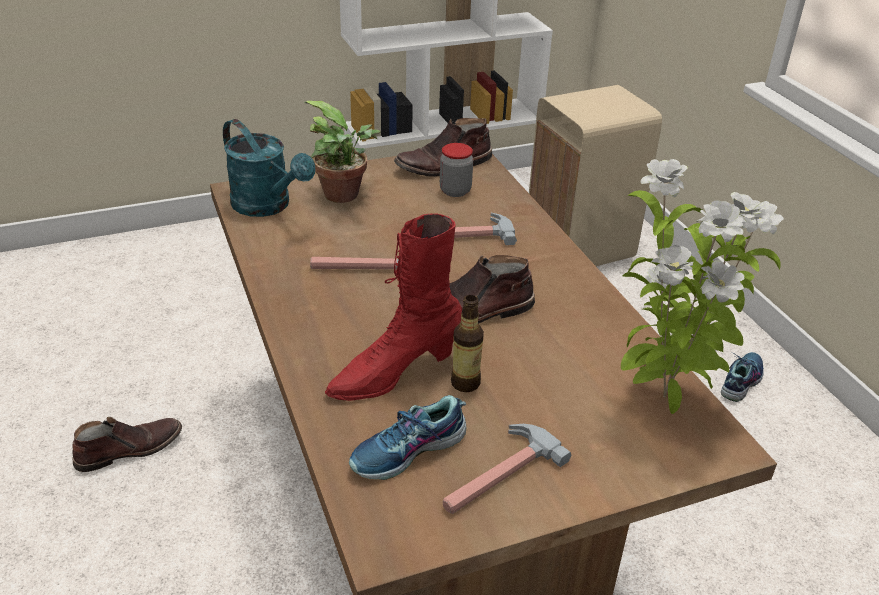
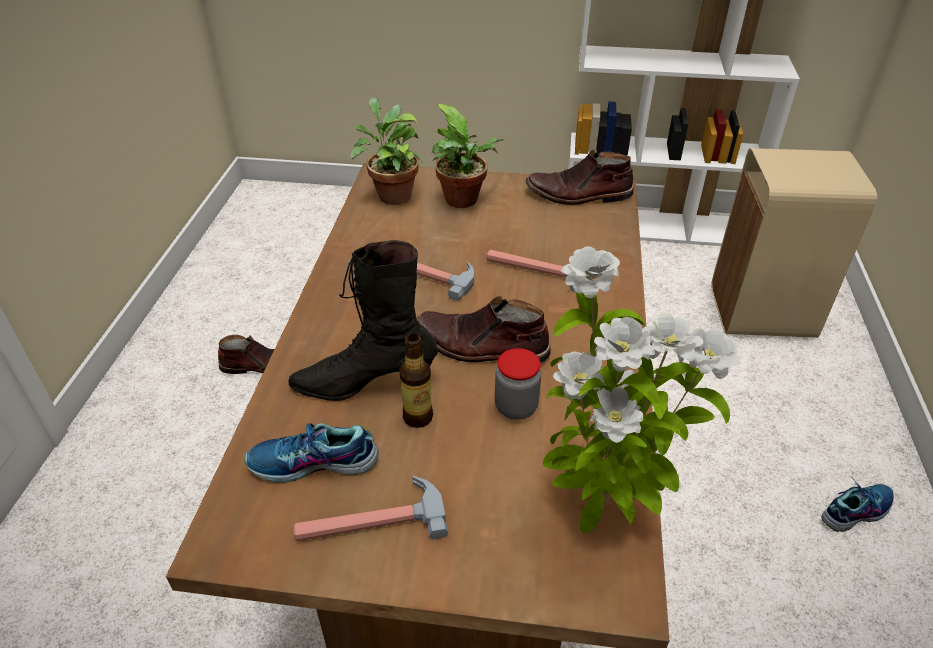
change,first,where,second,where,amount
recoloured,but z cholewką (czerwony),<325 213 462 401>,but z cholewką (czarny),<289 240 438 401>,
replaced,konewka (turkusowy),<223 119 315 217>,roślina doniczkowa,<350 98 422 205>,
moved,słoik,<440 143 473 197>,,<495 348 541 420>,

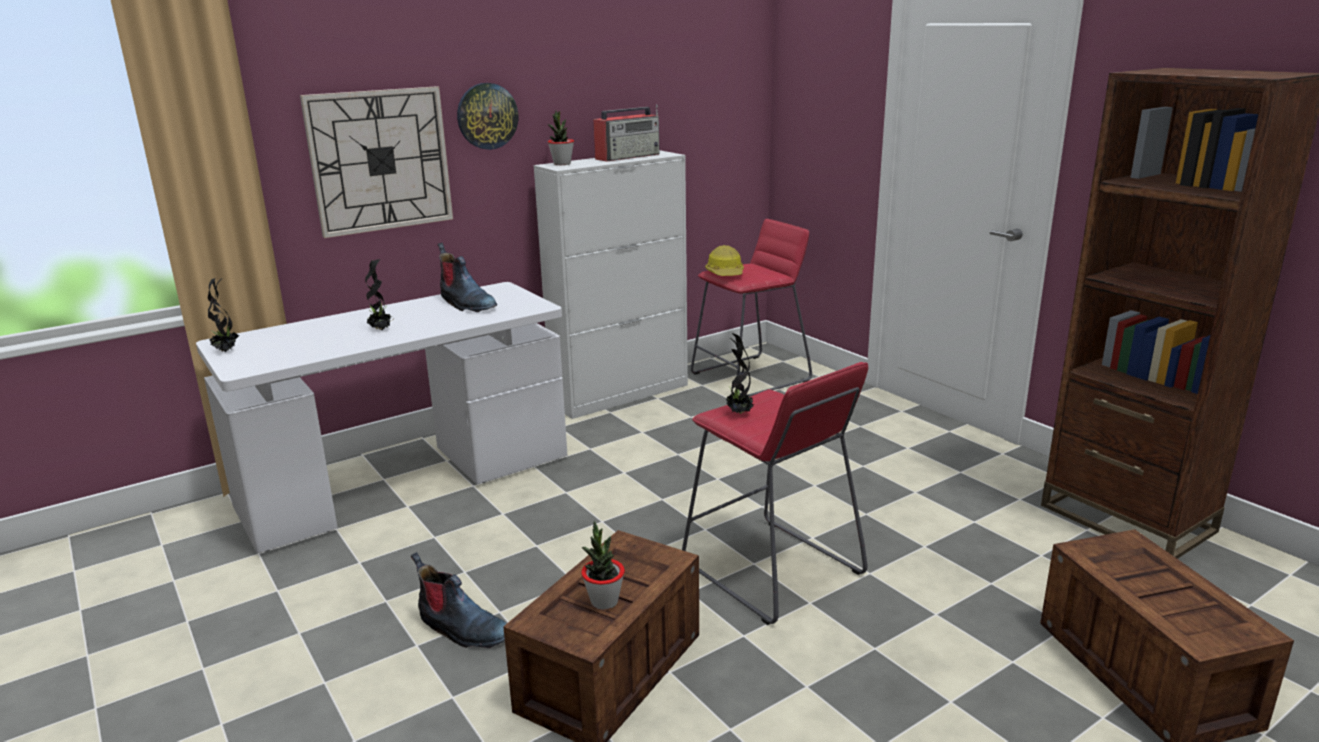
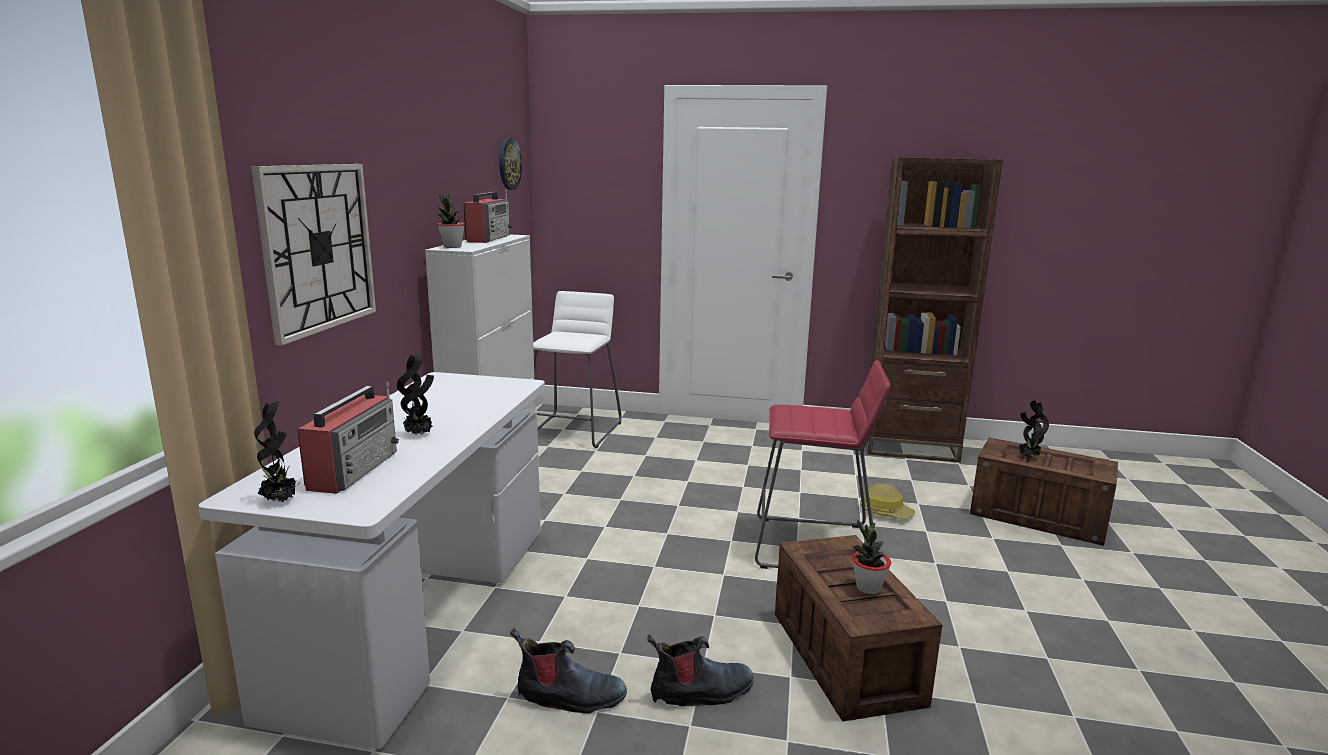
change,first,where,second,where,amount
added,,,radio,<298 382 399 494>,
moved,zegar ścienny,<457 83 518 150>,,<499 138 522 190>,
moved,but z cholewką,<438 243 497 312>,,<510 628 627 714>,
recoloured,stołek (czerwony),<691 219 812 397>,stołek (biały),<533 291 622 448>,
moved,kask,<705 245 744 276>,,<860 483 916 519>,
moved,roślina doniczkowa,<723 333 754 414>,,<1019 400 1049 457>,

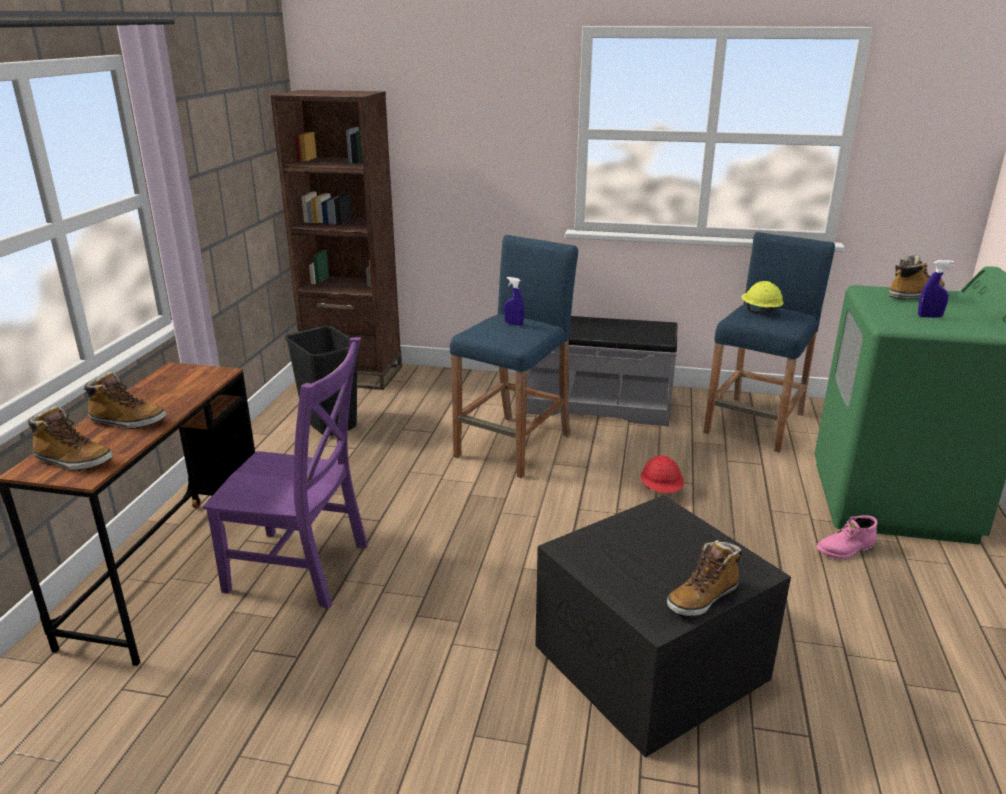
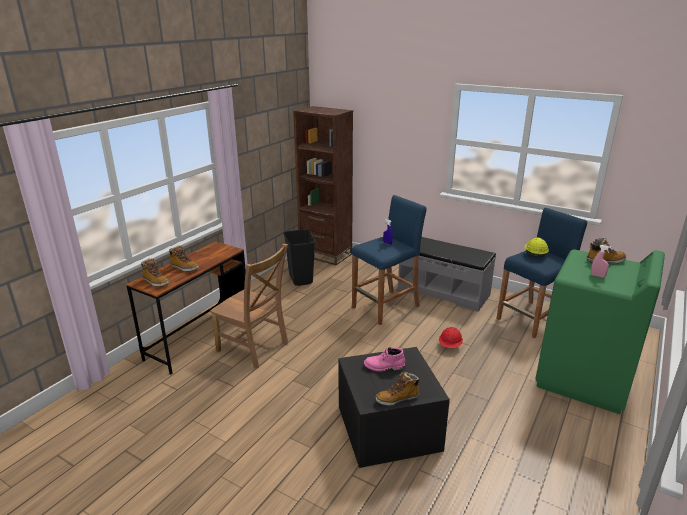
change,first,where,second,where,amount
recoloured,krzesło (fioletowy),<203 337 367 609>,krzesło (brązowy),<210 244 288 369>,
moved,but z cholewką (różowy),<817 515 878 559>,,<364 347 405 371>,
recoloured,spryskiwacz (niebieski),<918 260 954 318>,spryskiwacz (różowy),<591 245 611 277>,

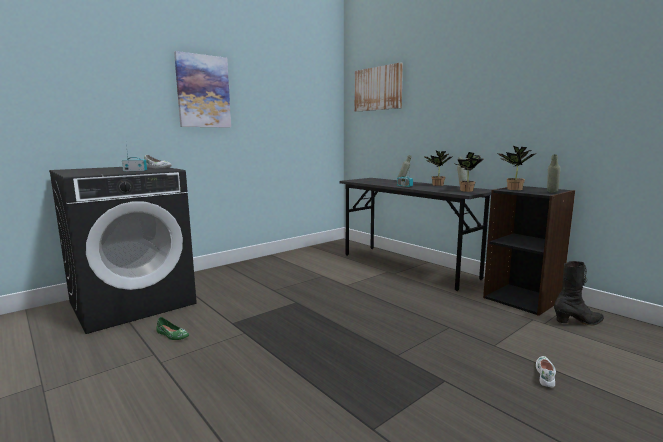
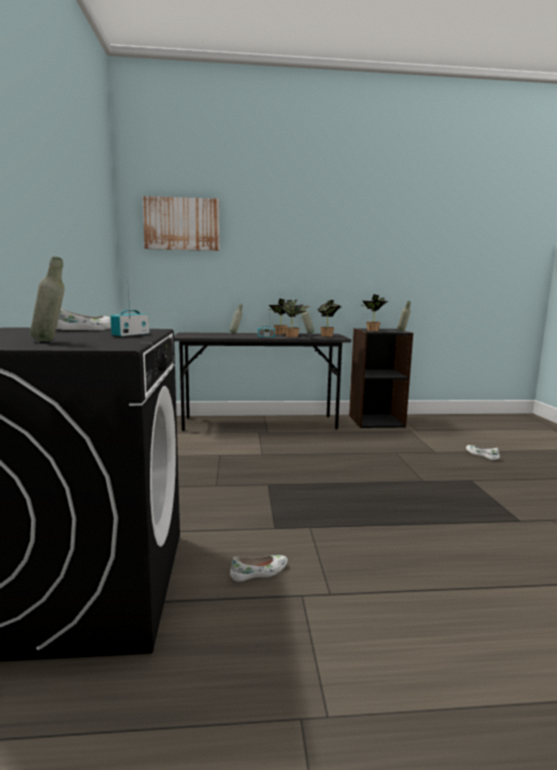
change,first,where,second,where,amount
added,,,butelka (szary),<30 256 65 342>,
recoloured,but (zielony),<156 317 189 340>,but (biały),<230 555 288 582>,
added,,,roślina doniczkowa,<278 299 310 338>,
removed,obraz,<174 51 231 127>,,,
removed,but z cholewką (czarny),<554 261 604 326>,,,

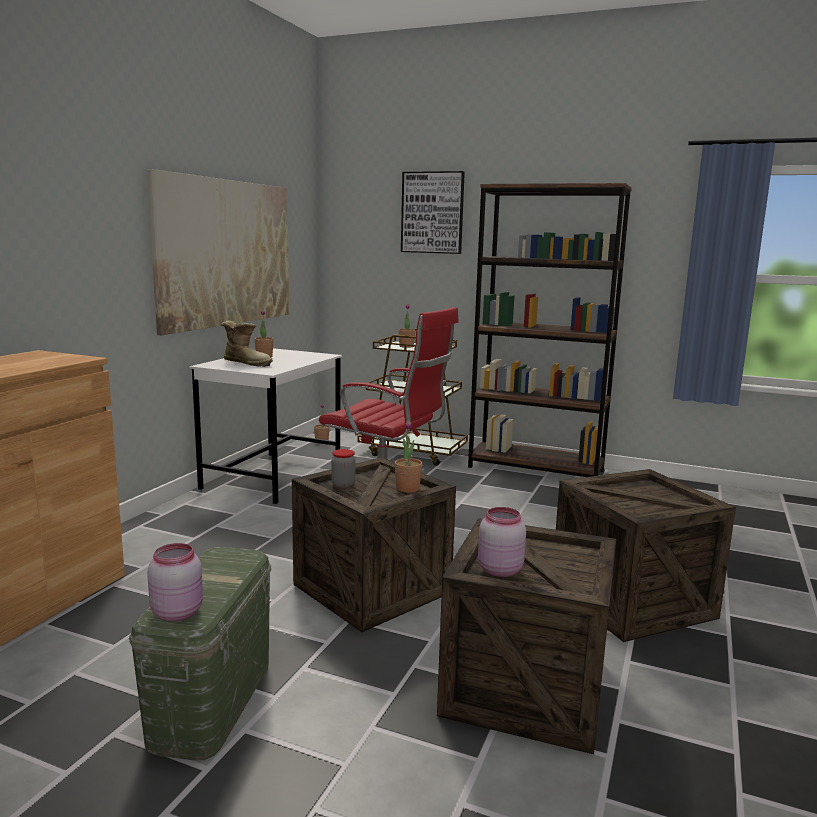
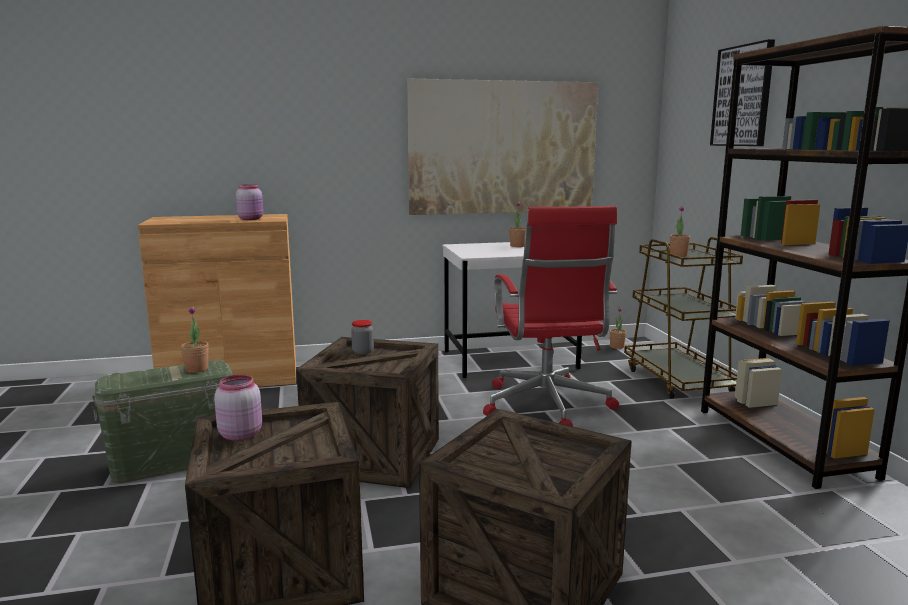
change,first,where,second,where,amount
moved,roślina doniczkowa,<394 421 423 493>,,<181 306 209 373>,
moved,słoik (różowy),<147 543 203 622>,,<236 184 263 220>,
removed,but z cholewką,<221 321 273 367>,,,

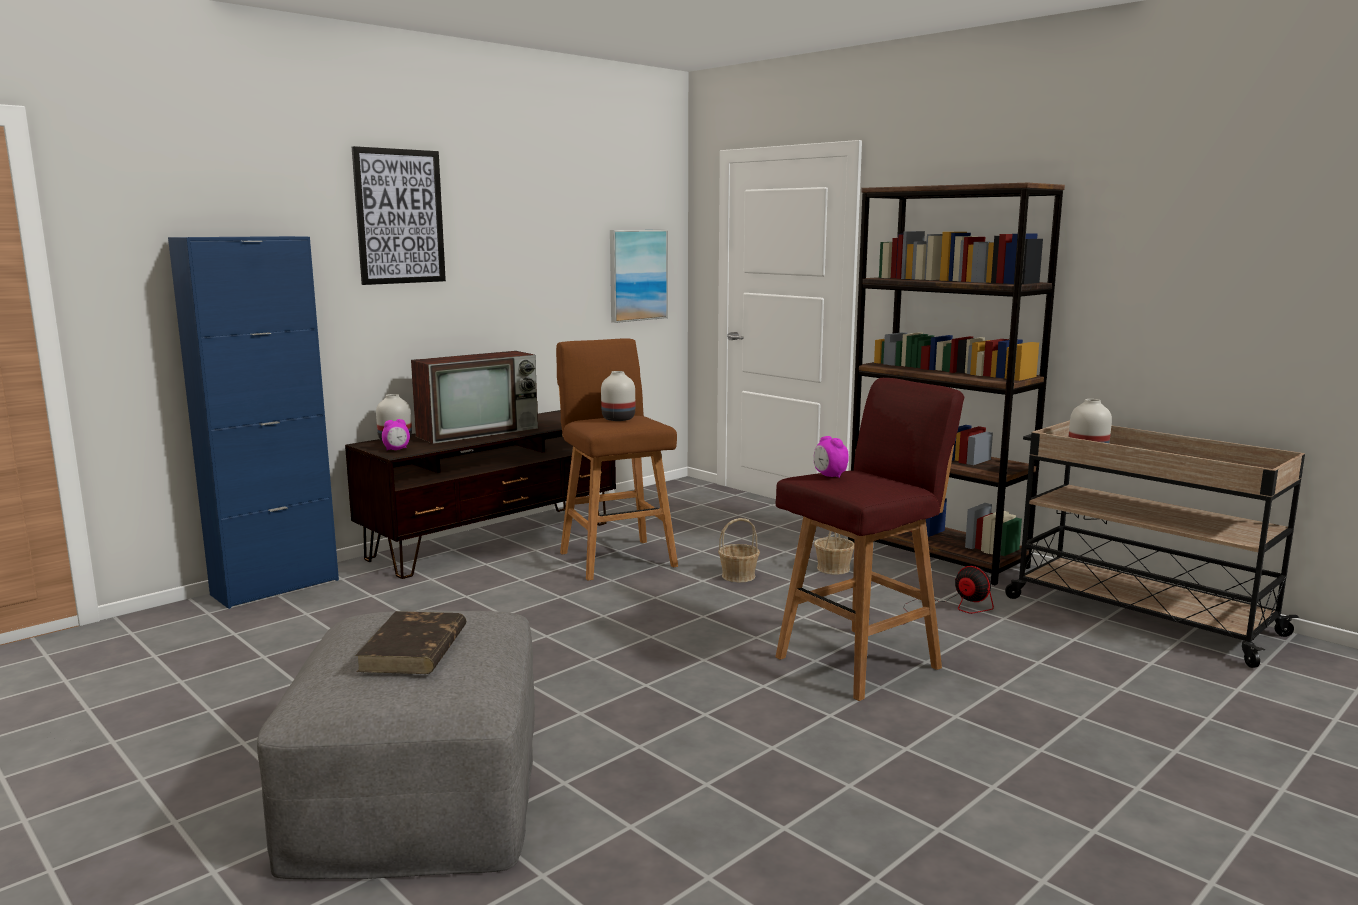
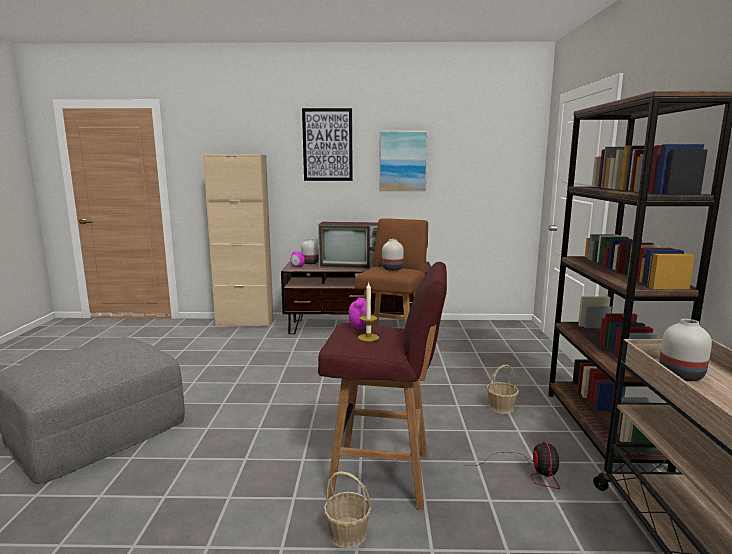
change,first,where,second,where,amount
recoloured,szafka (niebieski),<168 236 339 609>,szafka (beżowy),<203 155 274 327>,
moved,koszyk,<718 518 760 582>,,<324 471 371 548>,
added,,,świeca,<358 282 379 341>,
moved,obraz,<610 230 668 323>,,<379 131 428 191>,
removed,książka (brązowy),<355 611 466 674>,,,

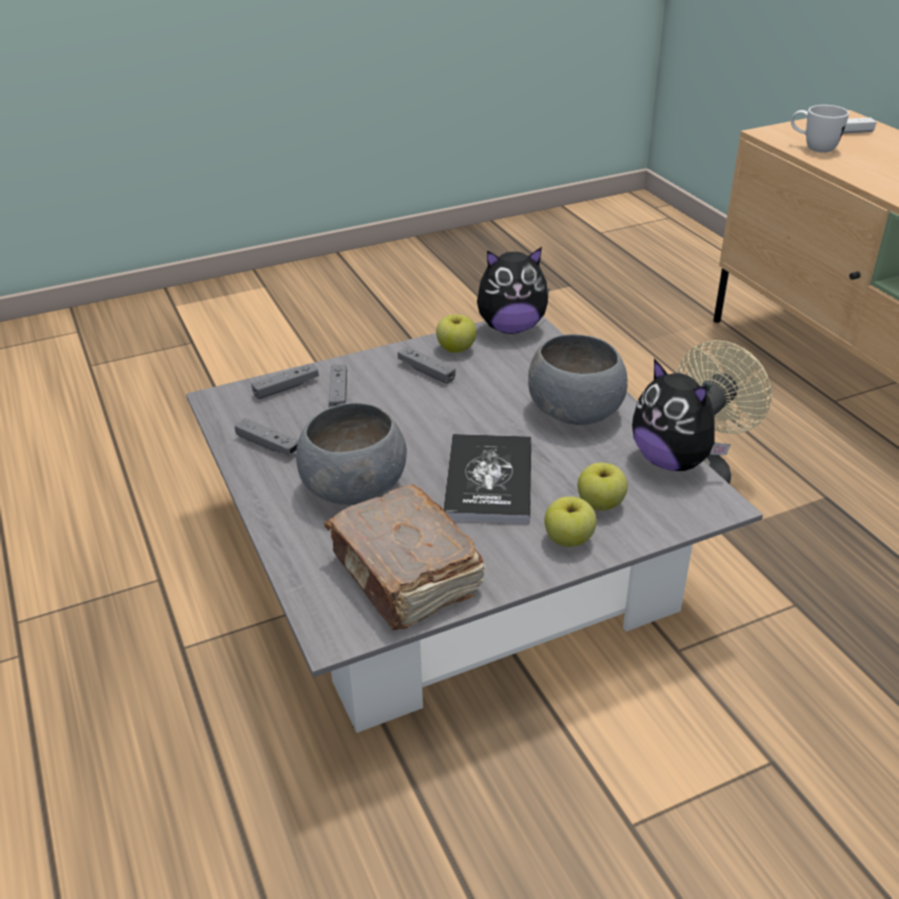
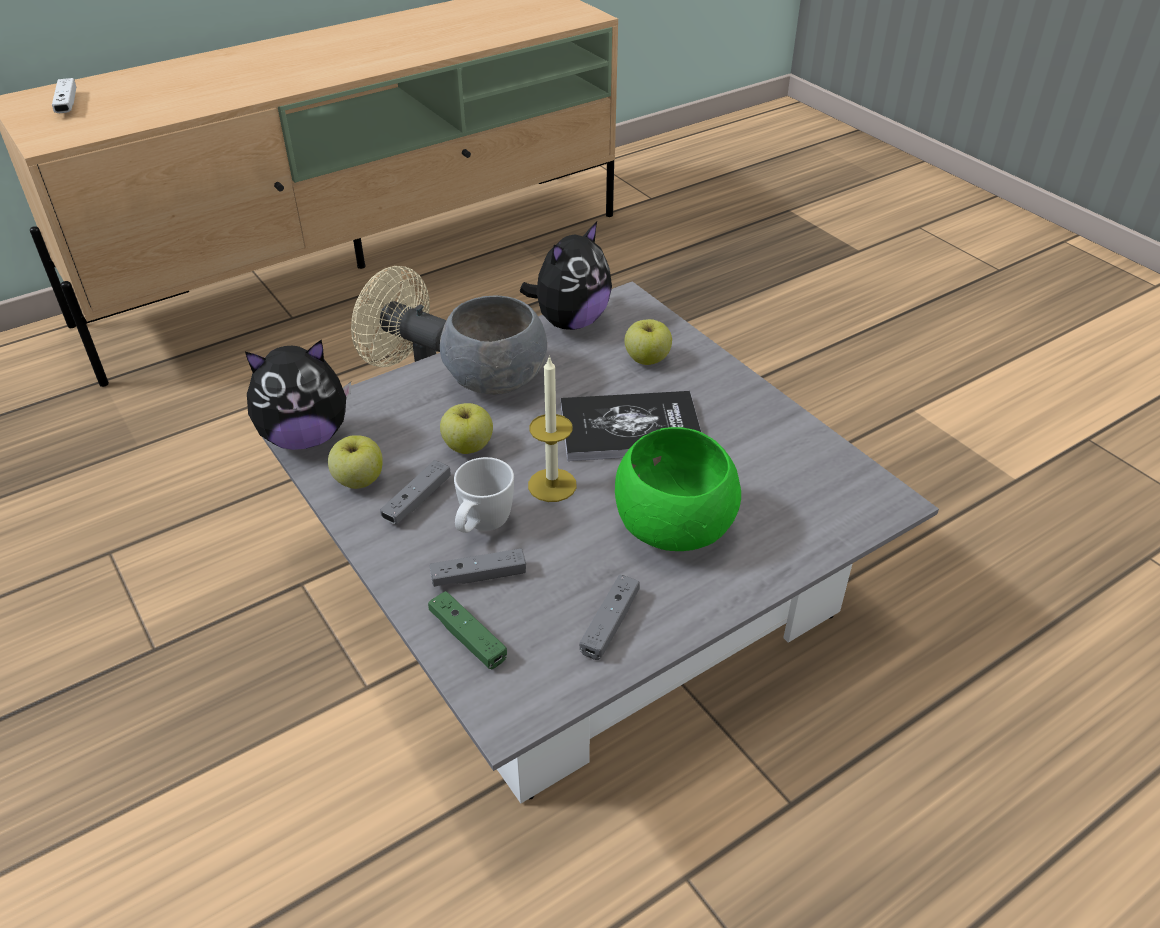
change,first,where,second,where,amount
turned,pluszak,<477 247 550 334>,,<245 339 351 450>,90 degrees clockwise
recoloured,pad do gier (szary),<251 363 319 399>,pad do gier (zielony),<428 591 507 669>,
moved,jabłko,<544 496 597 547>,,<440 403 493 454>,
moved,kubek (biały),<791 105 849 153>,,<454 457 514 533>,
added,,,świeca,<528 355 577 502>,
recoloured,miska (szary),<296 403 407 505>,miska (zielony),<615 427 741 551>,
removed,książka (brązowy),<324 485 486 630>,,,

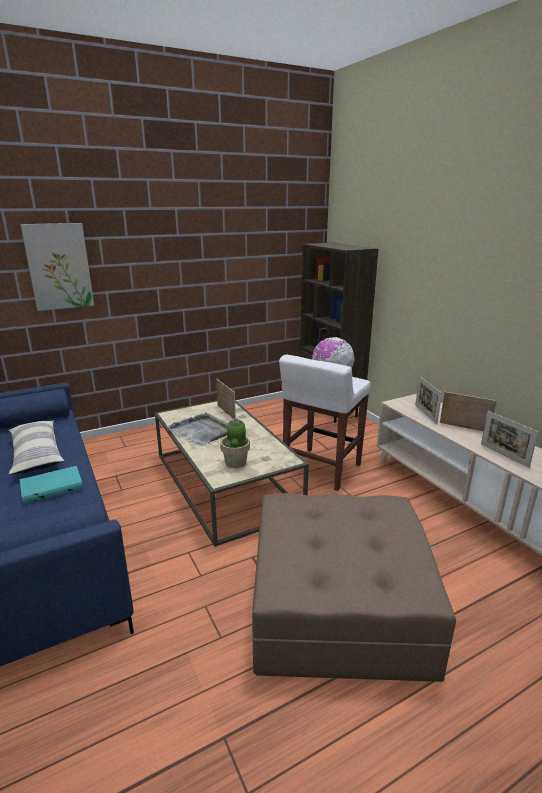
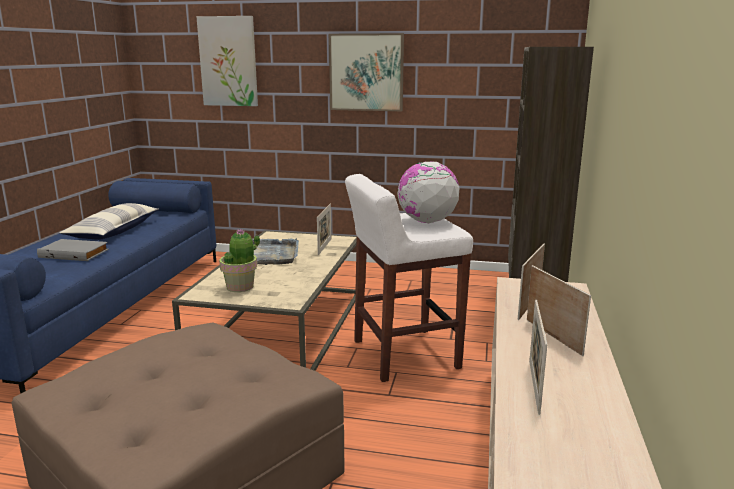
change,first,where,second,where,amount
recoloured,książka (turkusowy),<20 466 83 505>,książka (szary),<37 239 109 261>,
added,,,obraz,<329 33 404 111>,

